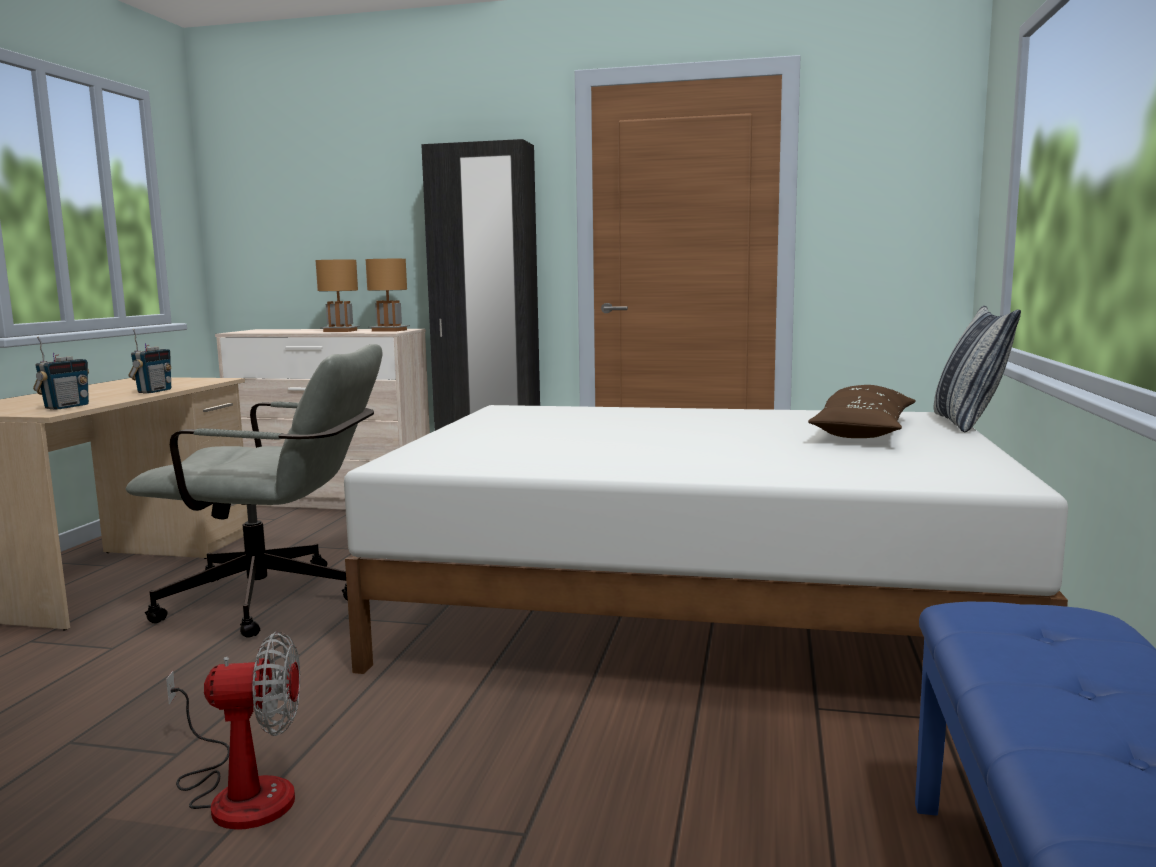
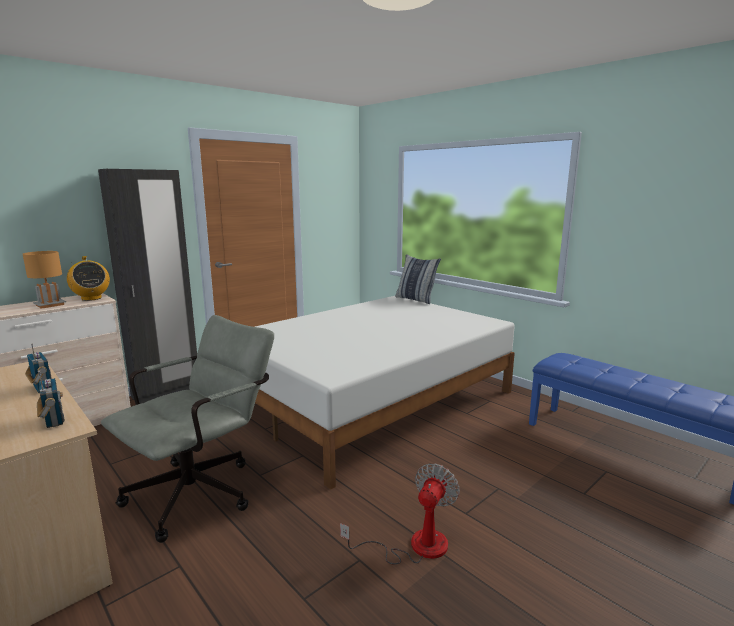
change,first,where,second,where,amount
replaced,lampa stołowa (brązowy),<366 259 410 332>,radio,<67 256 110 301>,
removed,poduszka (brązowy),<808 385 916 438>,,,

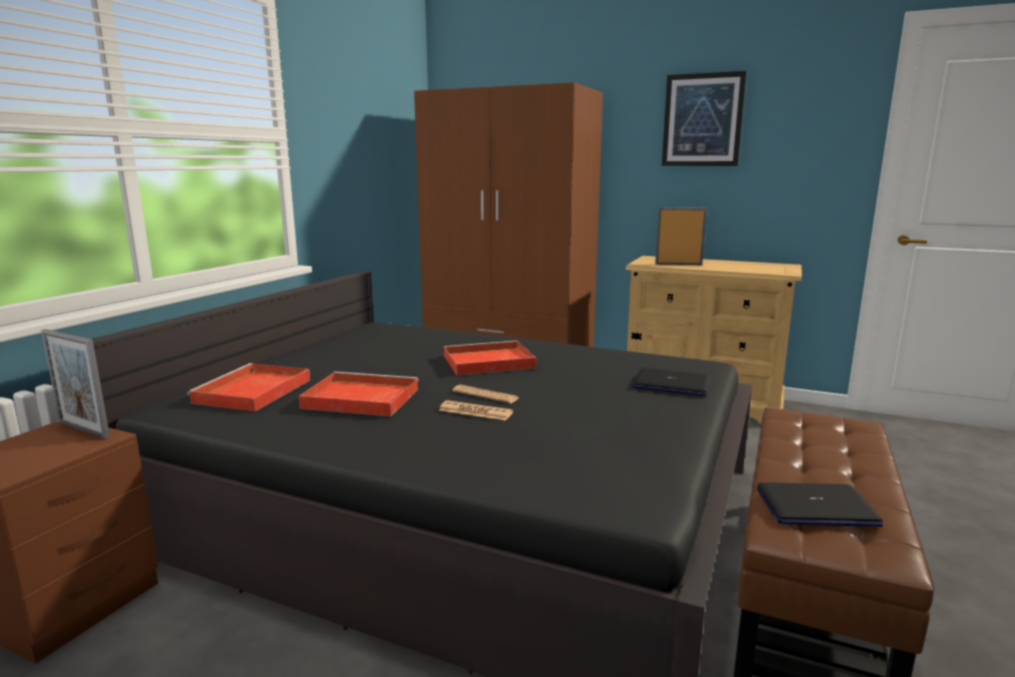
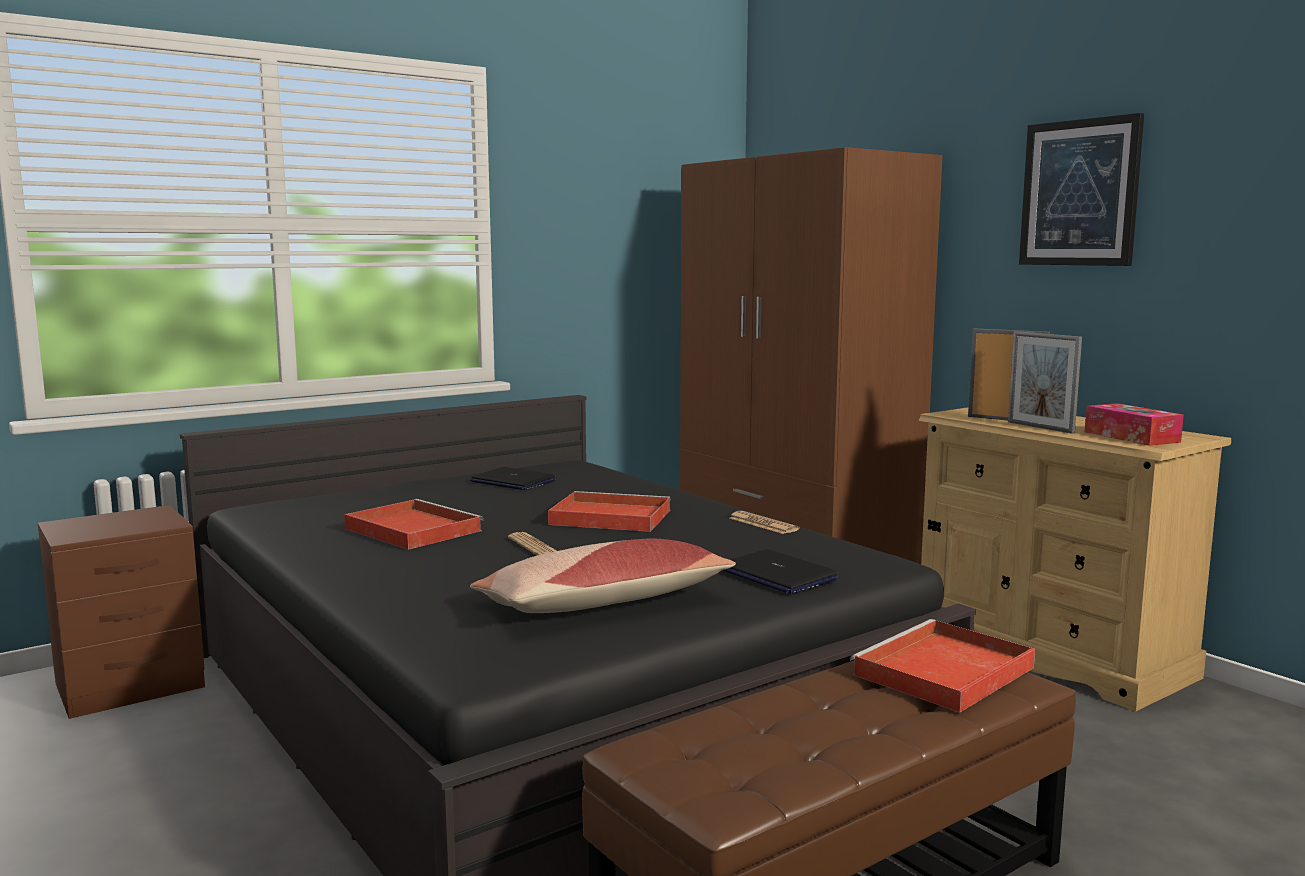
change,first,where,second,where,amount
moved,laptop,<756 482 883 527>,,<470 467 556 490>,
added,,,poduszka,<470 538 736 613>,
moved,gazeta,<439 400 513 421>,,<730 511 800 534>,
moved,taca (czerwony),<187 363 310 411>,,<850 619 1035 713>,
moved,ramka na zdjęcie,<41 329 110 439>,,<1008 331 1082 434>,
added,,,pudełko chusteczek,<1085 403 1184 446>,

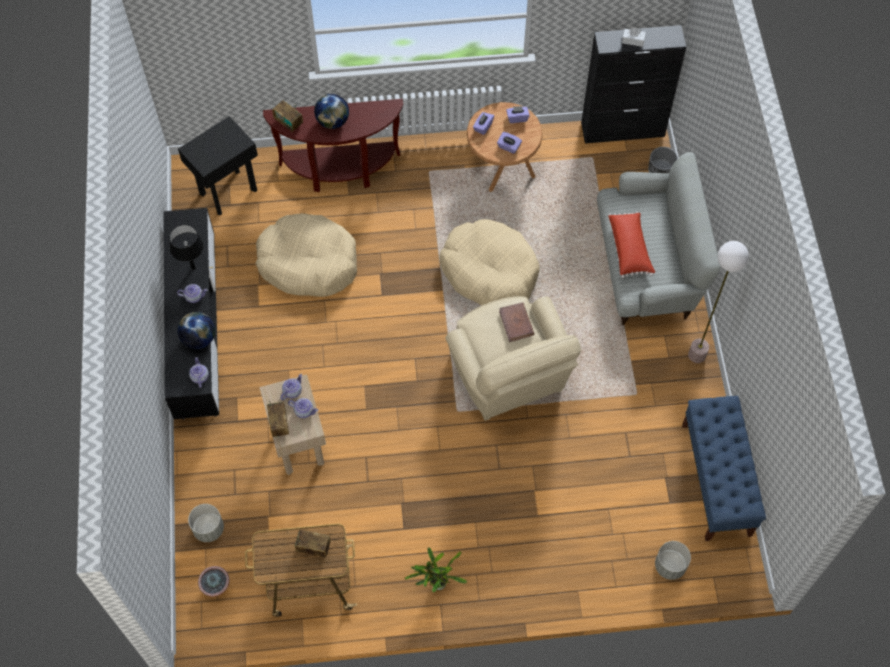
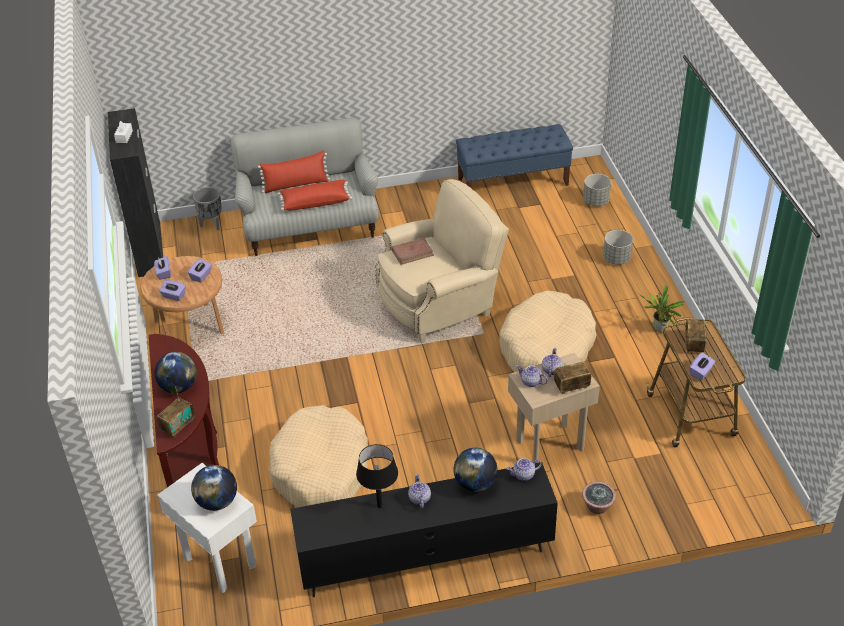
change,first,where,second,where,amount
recoloured,stolik (czarny),<178 116 258 215>,stolik (biały),<157 463 257 593>,
added,,,globus,<191 465 237 511>,
added,,,poduszka (czerwony),<258 151 330 193>,
moved,legowisko (beżowy),<440 219 540 305>,,<499 291 597 372>,
moved,roślina doniczkowa,<198 566 229 597>,,<582 481 616 514>,
moved,donica (szary),<188 504 224 542>,,<603 230 633 265>,
added,,,pudełko chusteczek (fioletowy),<690 352 715 380>,
removed,lampa stojąca,<688 241 749 363>,,,

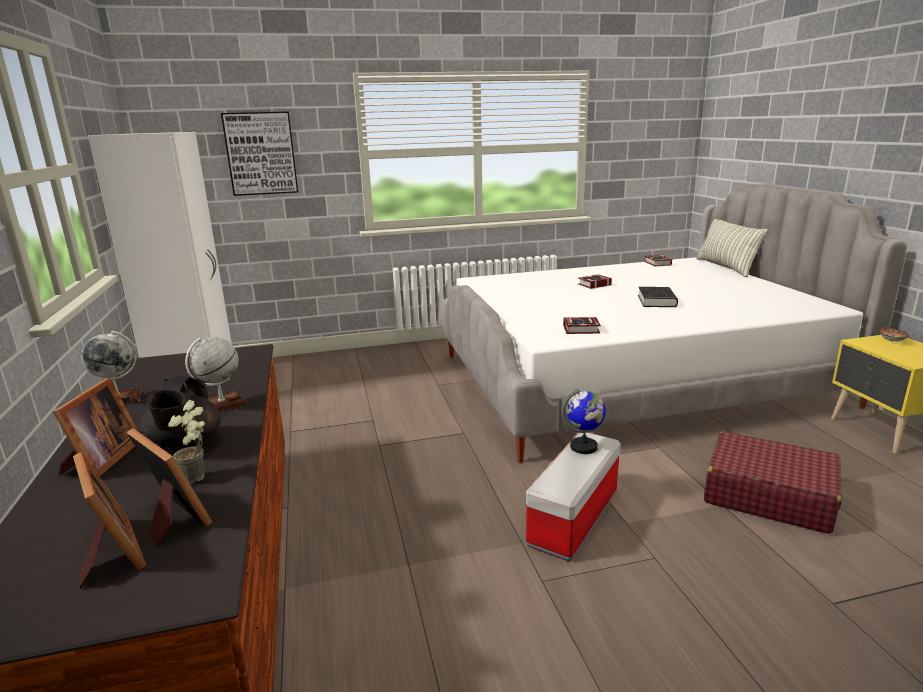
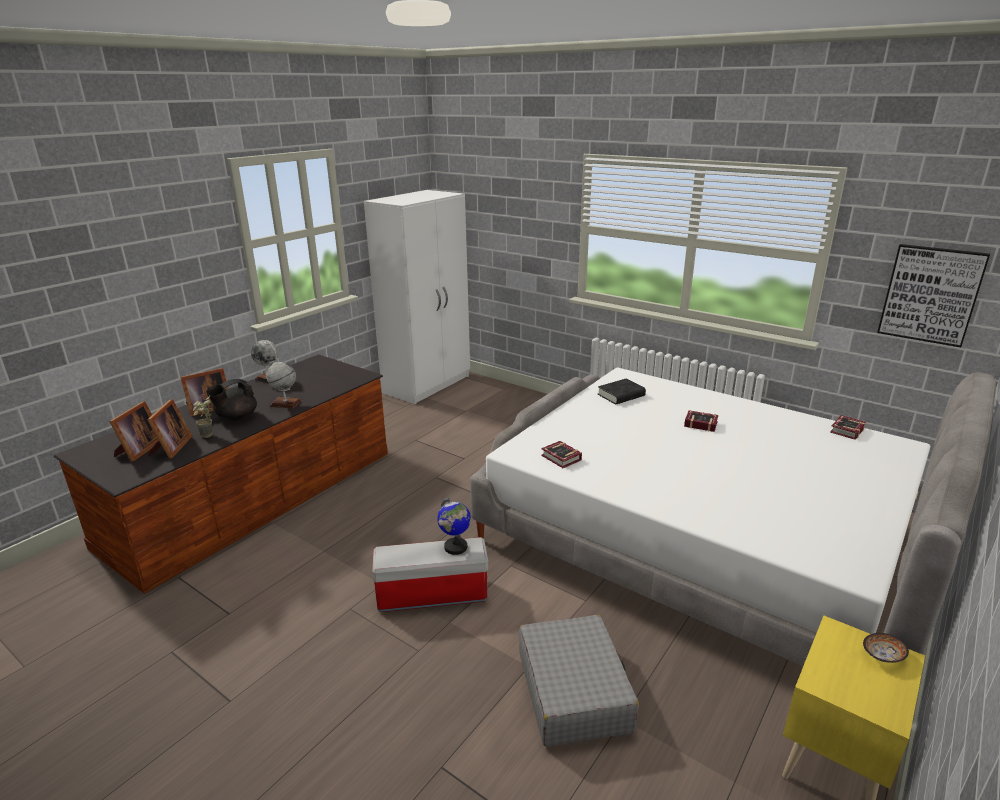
change,first,where,second,where,amount
recoloured,walizka (czerwony),<704 432 842 534>,walizka (szary),<519 615 639 747>,
moved,książka (czarny),<638 287 678 307>,,<598 379 646 404>,
moved,obraz,<221 111 298 196>,,<877 244 990 347>,
removed,poduszka,<696 219 768 277>,,,

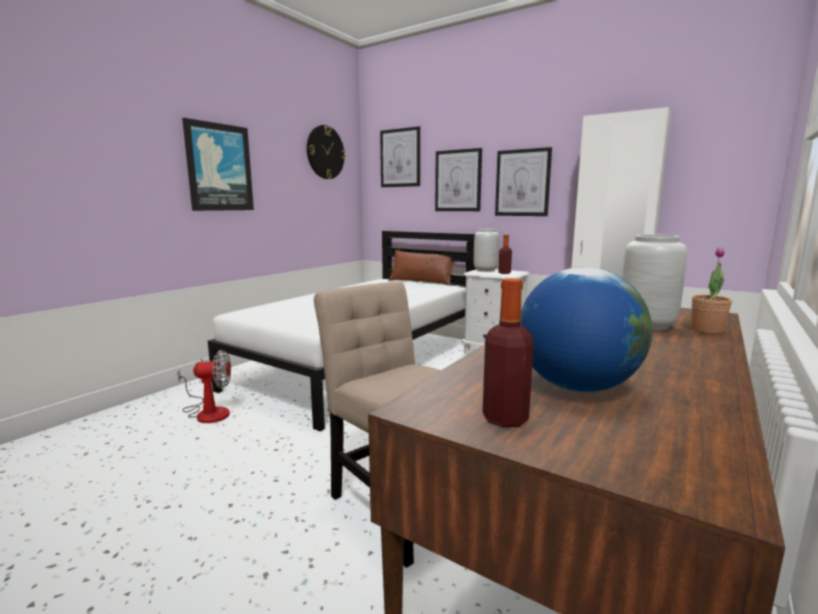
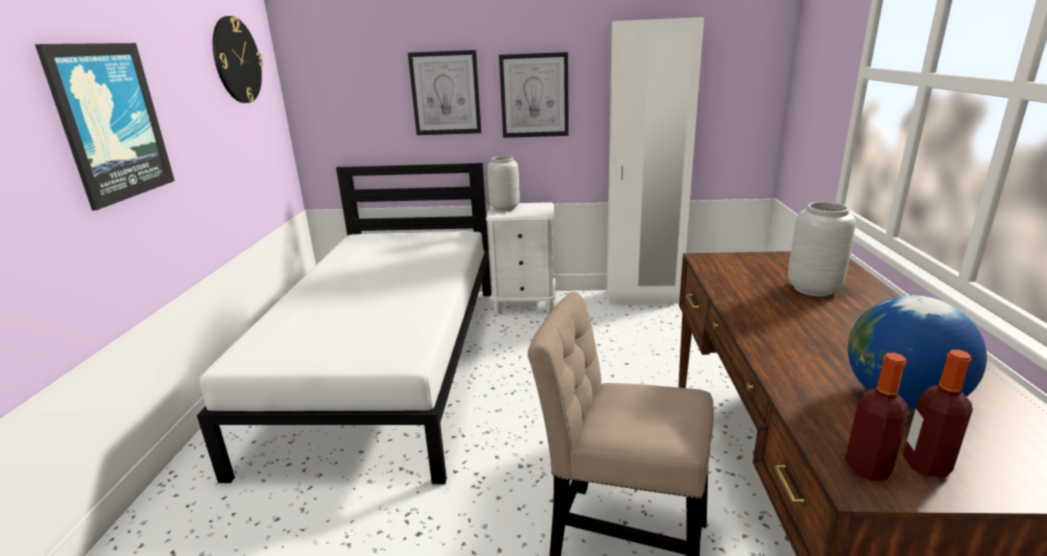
change,first,where,second,where,amount
moved,butelka,<498 235 512 274>,,<845 353 909 481>,
removed,wentylator,<177 350 231 423>,,,
removed,obraz,<380 126 420 187>,,,
removed,poduszka (brązowy),<389 250 454 285>,,,
removed,roślina doniczkowa,<691 247 732 334>,,,

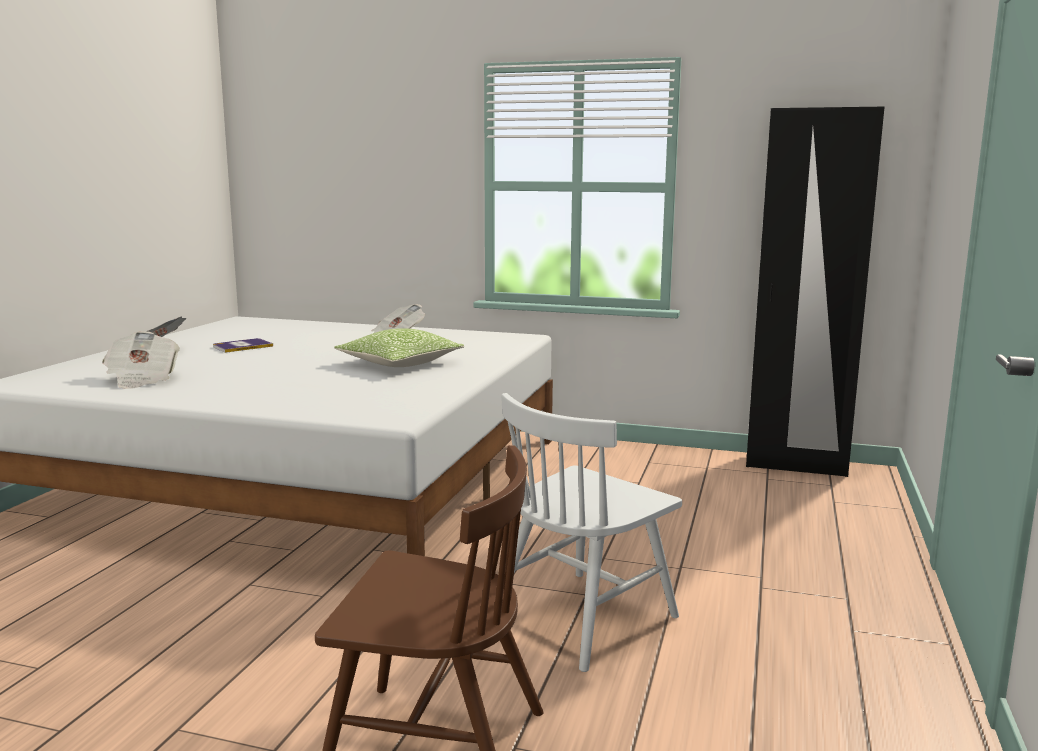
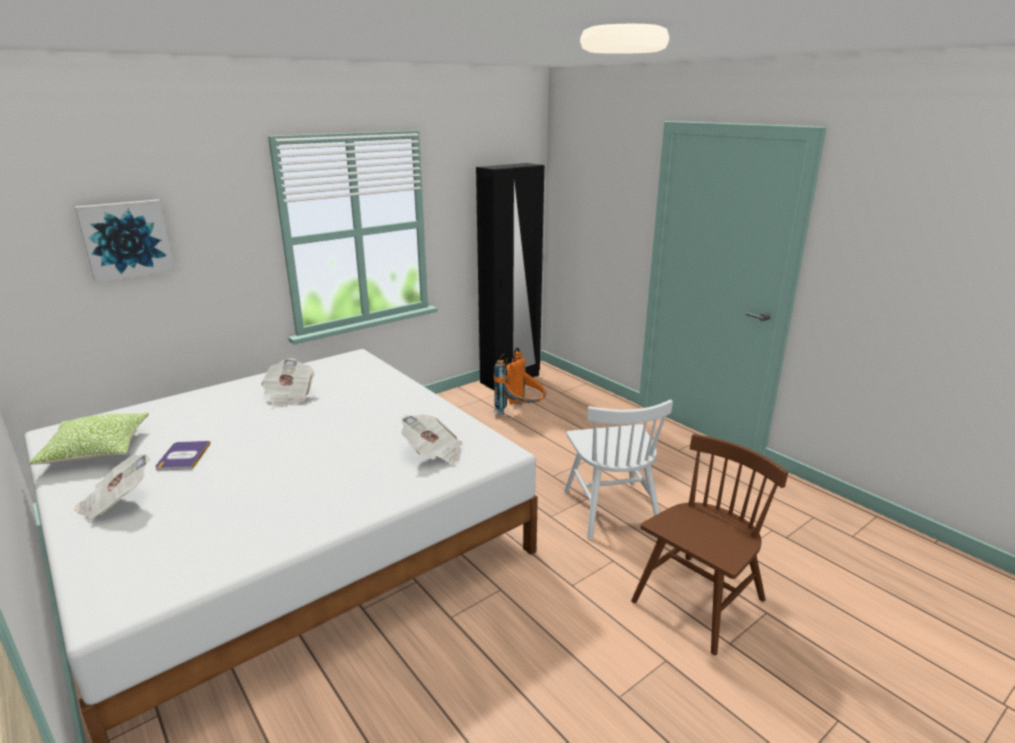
change,first,where,second,where,amount
moved,poduszka,<334 328 464 367>,,<28 412 149 464>,
added,,,obraz,<75 200 175 282>,
moved,gazeta,<102 331 180 389>,,<401 415 462 464>,
added,,,plecak (pomarańczowy),<493 348 546 415>,

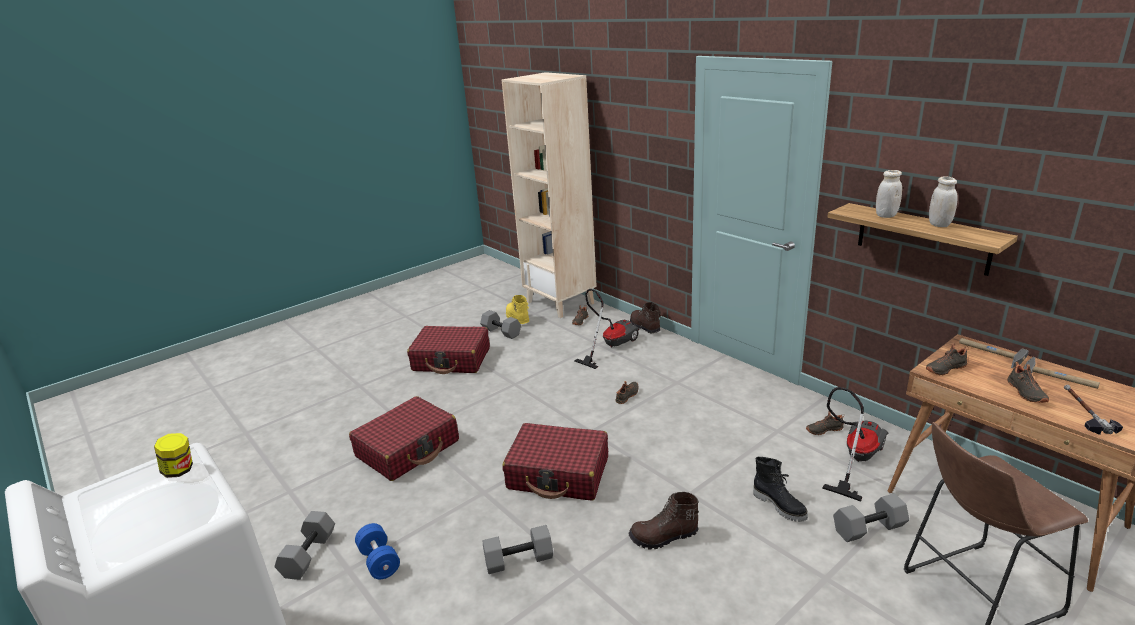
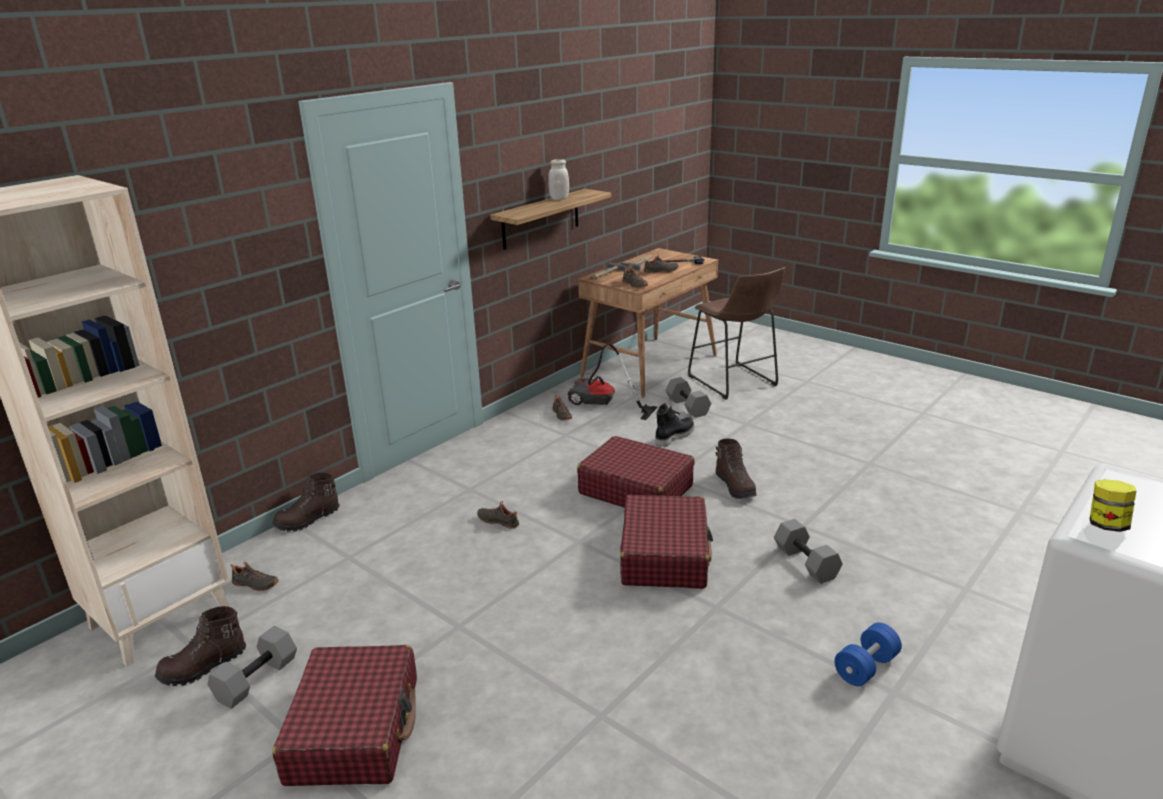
change,first,where,second,where,amount
recoloured,but z cholewką (żółty),<506 295 529 324>,but z cholewką (brązowy),<155 606 246 686>,
moved,walizka (czerwony),<349 396 459 481>,,<577 436 695 507>,
removed,hantel (szary),<274 511 335 580>,,,
removed,odkurzacz,<574 289 639 369>,,,
removed,słoik (biały),<876 170 902 218>,,,

